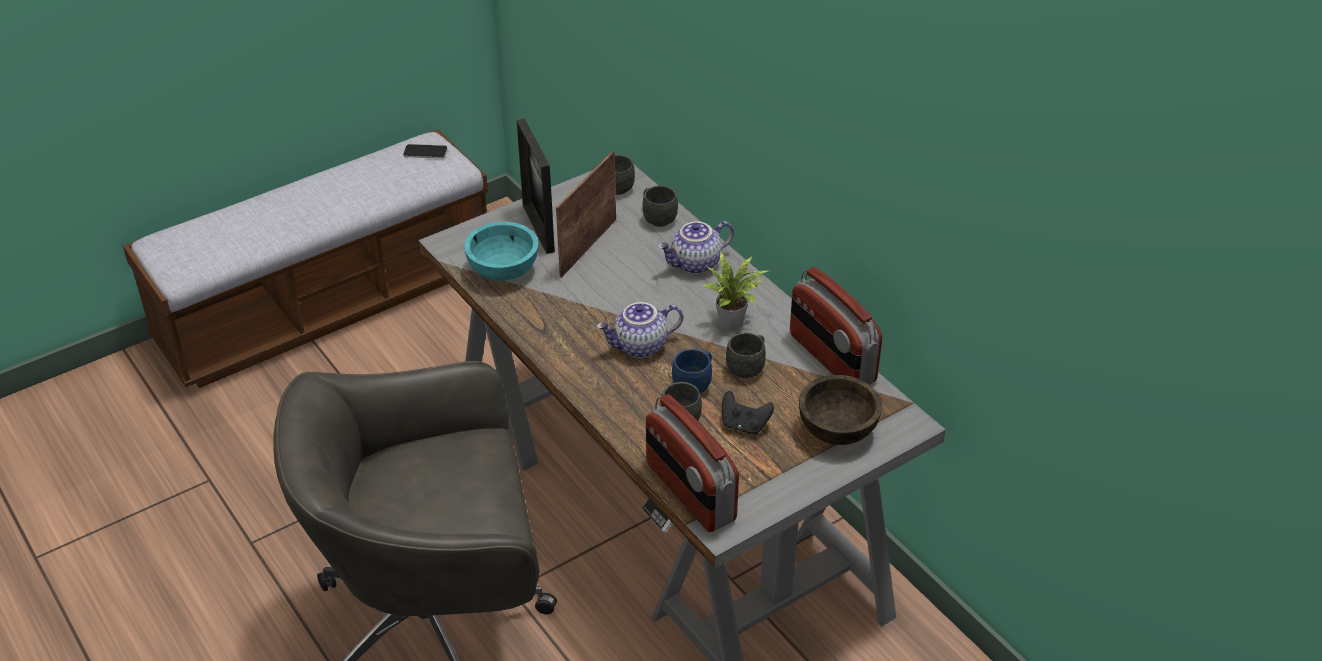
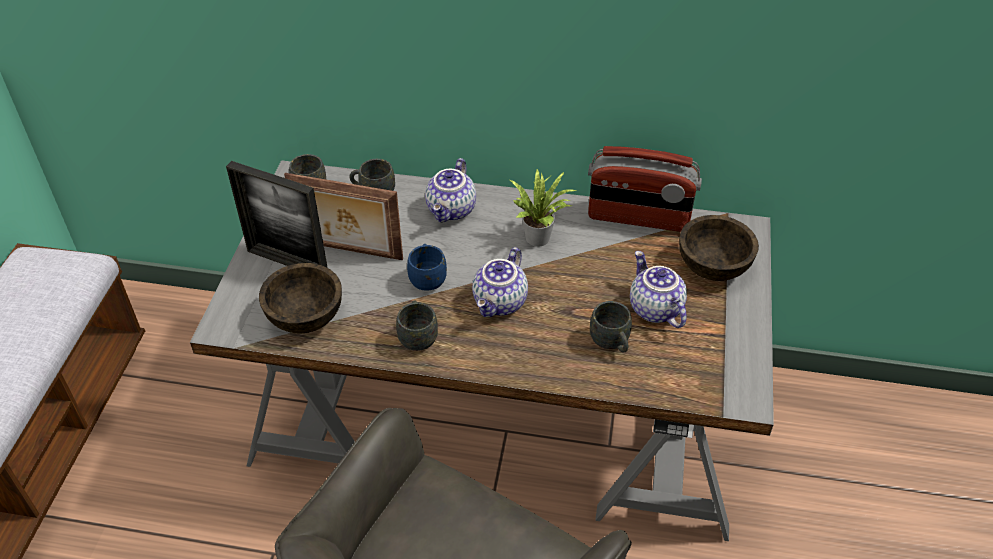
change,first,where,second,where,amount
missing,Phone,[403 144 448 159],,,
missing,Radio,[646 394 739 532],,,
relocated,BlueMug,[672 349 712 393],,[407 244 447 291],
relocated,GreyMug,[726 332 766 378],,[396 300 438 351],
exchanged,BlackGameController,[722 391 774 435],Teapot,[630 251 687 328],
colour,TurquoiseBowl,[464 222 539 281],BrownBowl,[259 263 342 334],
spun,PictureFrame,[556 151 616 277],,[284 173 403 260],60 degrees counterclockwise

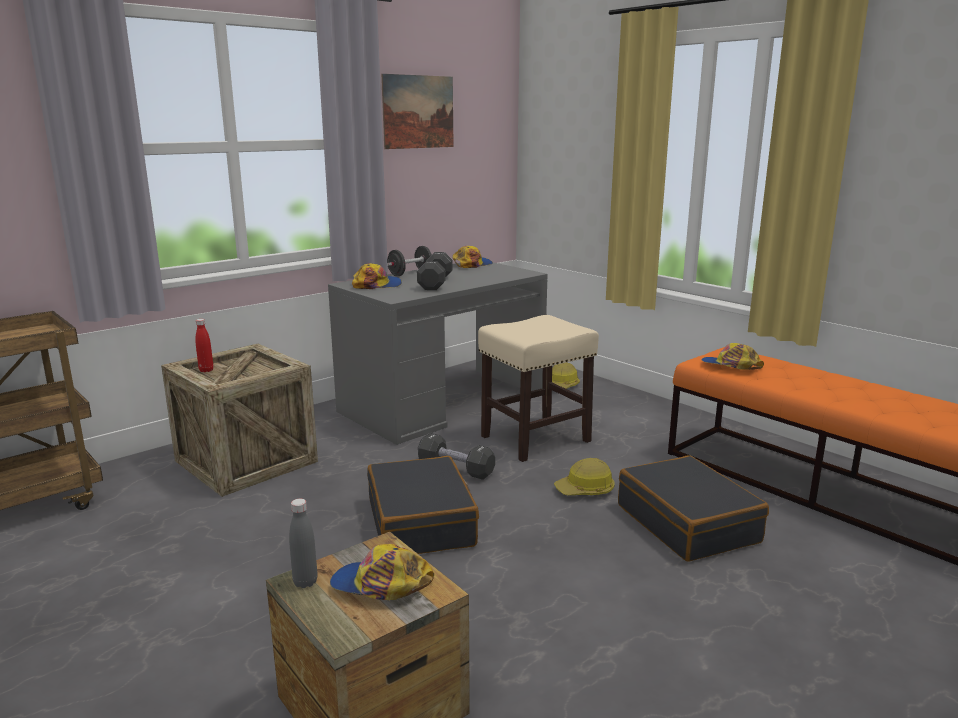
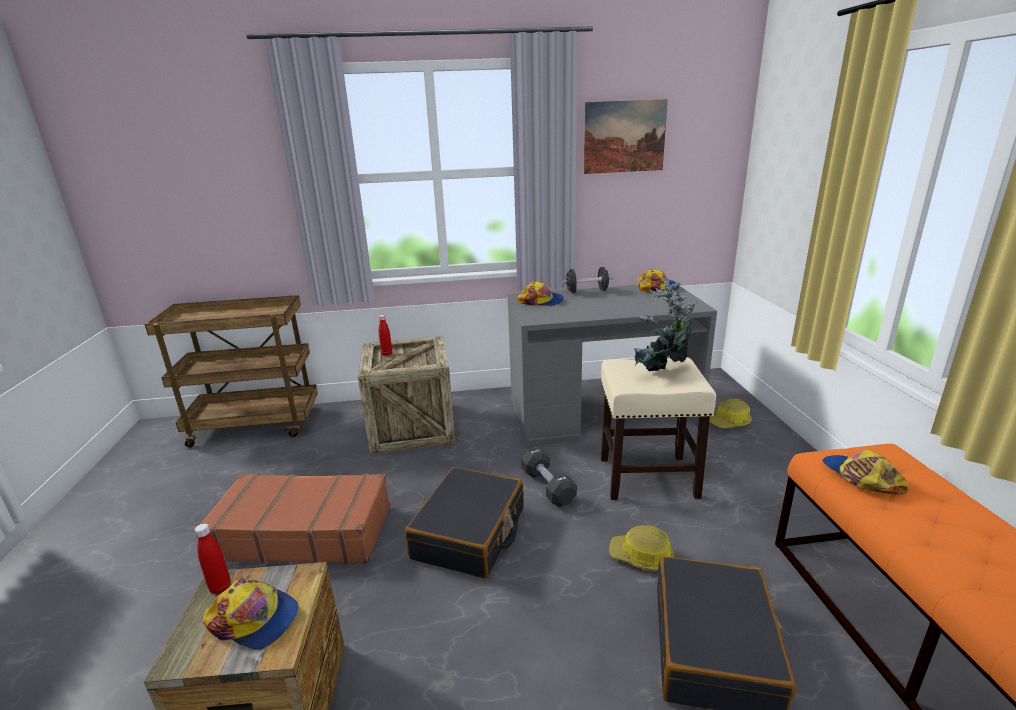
change,first,where,second,where,amount
missing,BlackDumbbell,[417 252 453 290],,,
appeared,,,BrownSuitcase,[199 474 390 564],
appeared,,,PottedPlant,[634 278 698 371],
colour,GreyBottle,[289 499 318 588],RedBottle,[195 523 231 595],
spun,Cap,[330 544 434 600],,[203 580 299 650],150 degrees clockwise

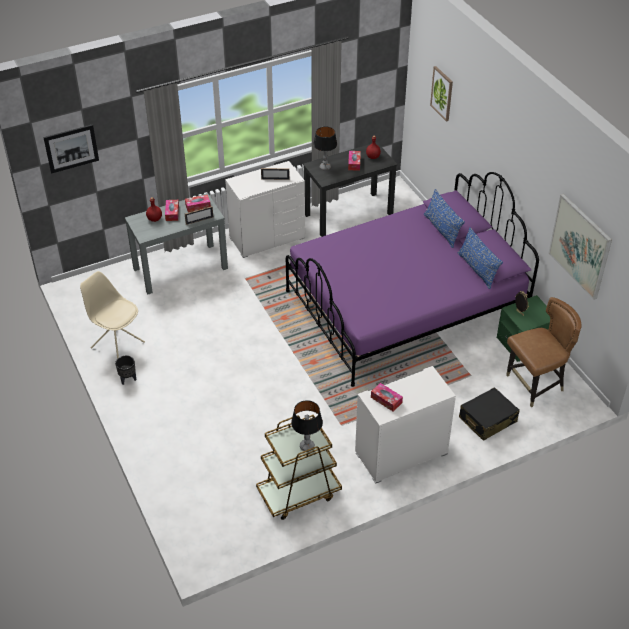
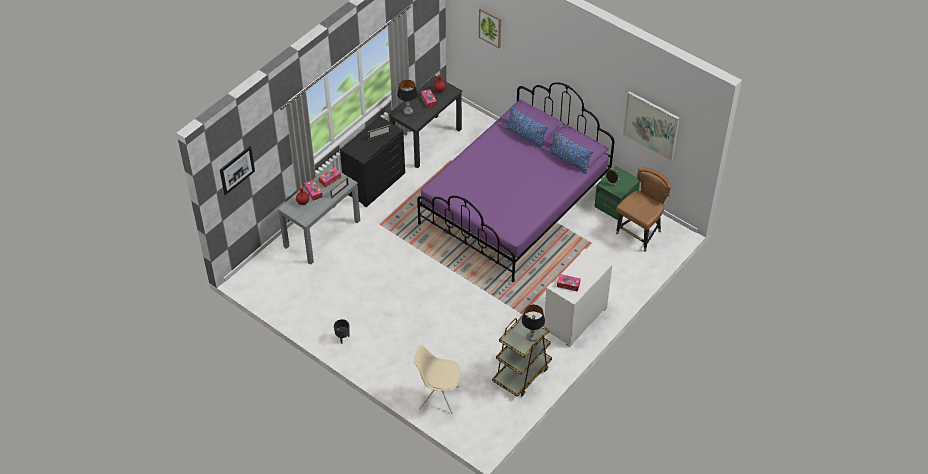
change,first,where,second,where,amount
missing,BlackSuitcase,[459 387 520 441],,,
relocated,BeigeChair,[80 271 145 359],,[414 345 460 414],
colour,WhiteDresser,[225 161 305 258],BlackDresser,[340 116 405 207],

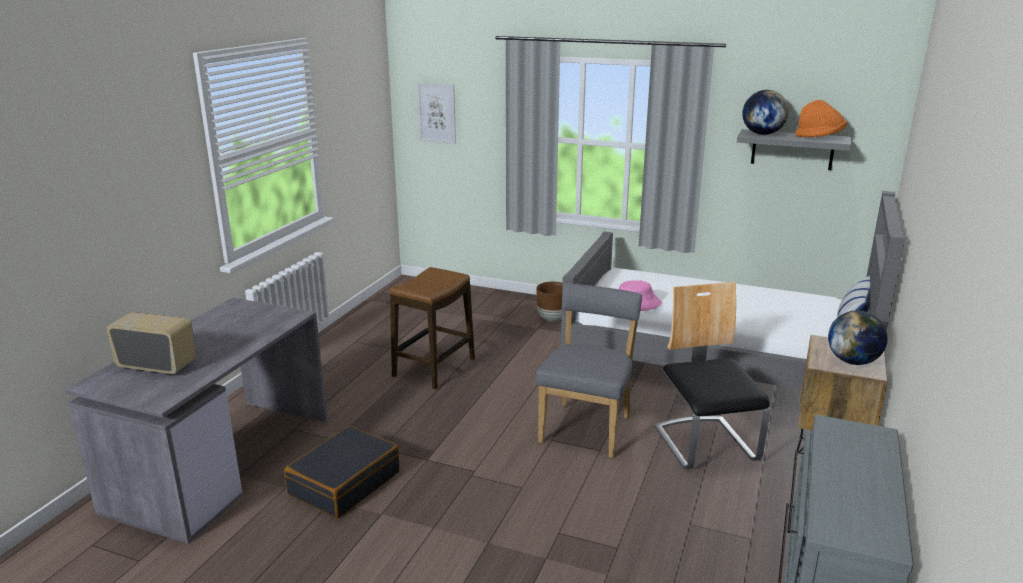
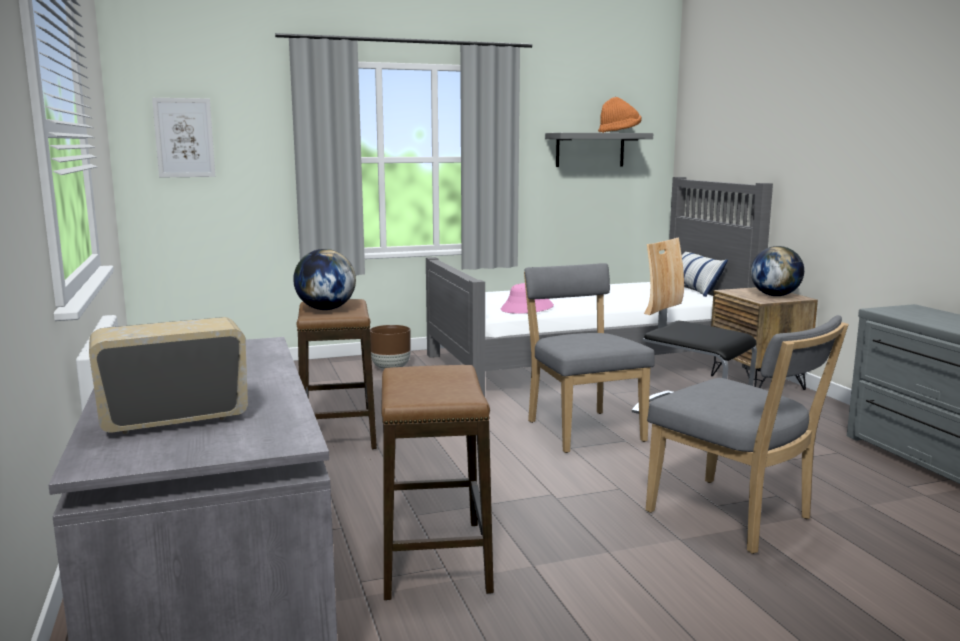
change,first,where,second,where,amount
appeared,,,GreyChair,[646 315 849 554],
relocated,Globe,[743 90 789 135],,[293 249 356 310],
exchanged,BlackSuitcase,[284 426 400 519],Stool,[381 365 494 600],

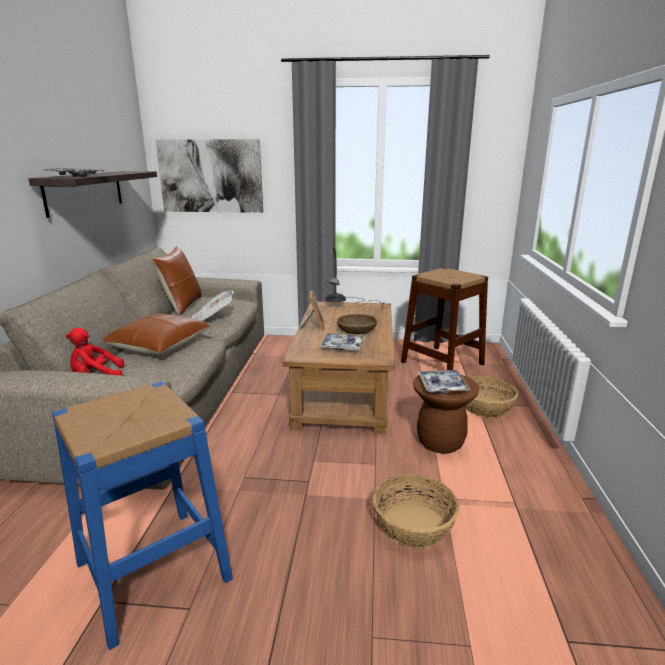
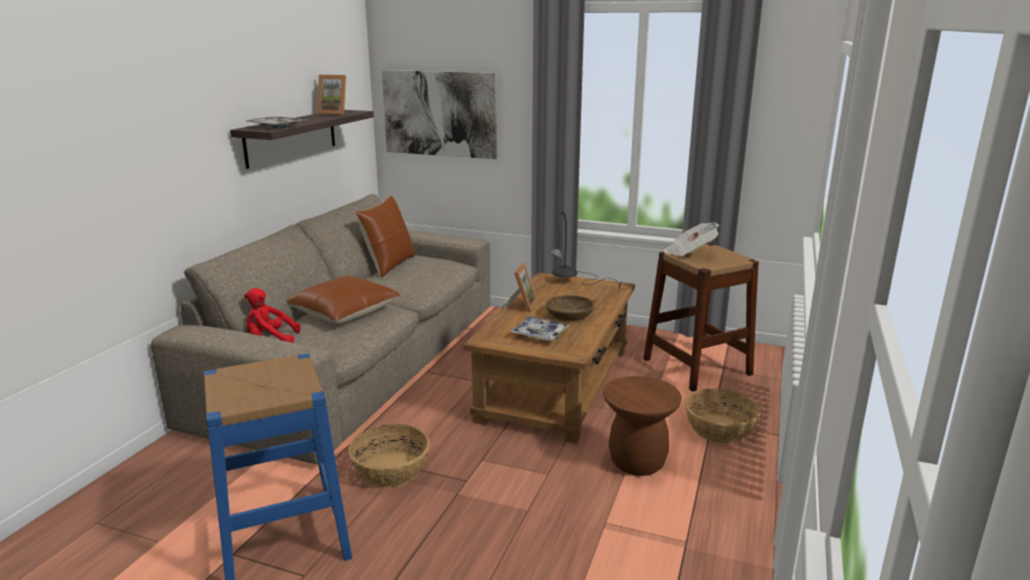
change,first,where,second,where,amount
missing,Tray,[418 370 471 394],,,
appeared,,,PictureFrame,[317 75 346 115],
relocated,Newspaper,[191 291 234 321],,[663 222 719 257],
relocated,Basket,[373 474 459 548],,[348 424 430 488],

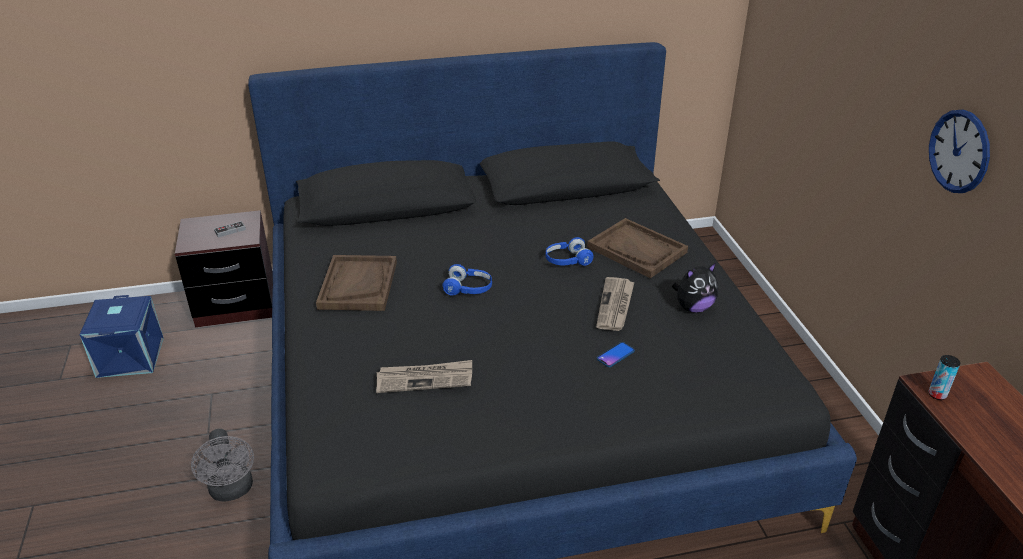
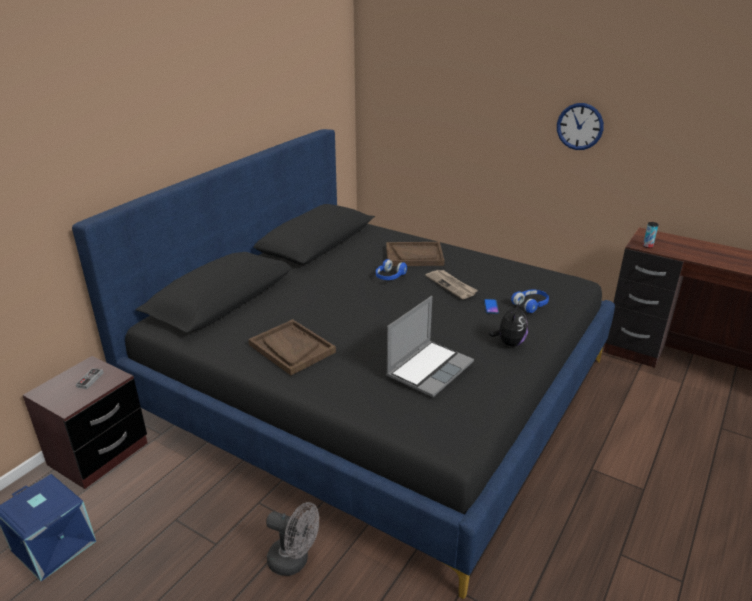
change,first,where,second,where,amount
relocated,BlueHeadphones,[442 264 492 296],,[511 289 549 313],
relocated,PlushToy,[672 263 718 312],,[488 302 528 346],
exchanged,Newspaper,[376 360 472 393],Laptop,[386 296 474 397],

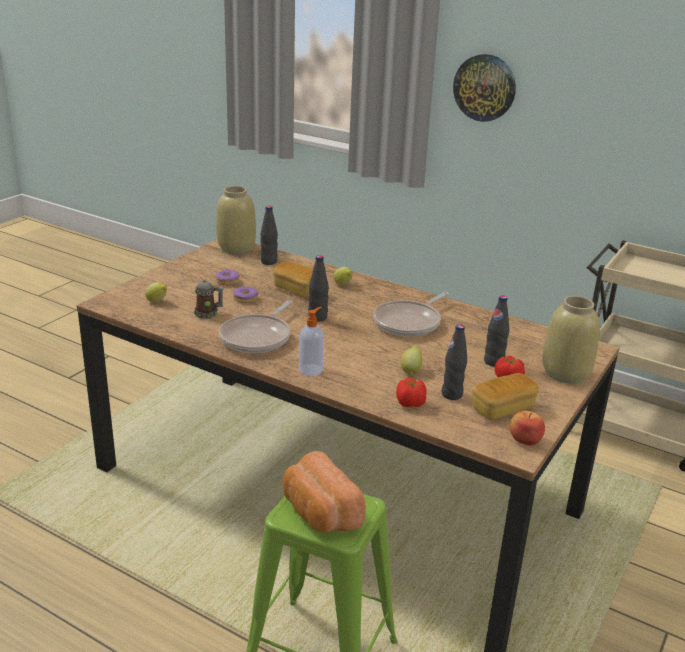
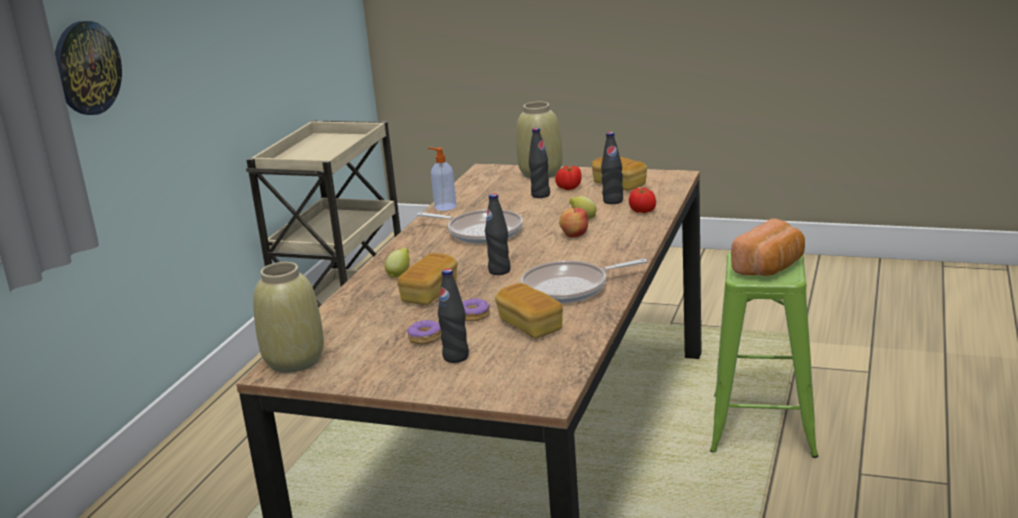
change,first,where,second,where,amount
missing,Lemon,[145 282 167 303],,,
relocated,BlackBottle,[260 206 278 265],,[438 269 469 363],
relocated,SoapDispenser,[299 307 324 376],,[427 147 457 211],
relocated,Apple,[510 411 545 446],,[559 206 588 238],
exchanged,Mug,[194 280 223 319],Bread,[495 283 563 338],
spun,FryingPan,[219 300 293 353],,[521 259 647 303],150 degrees clockwise

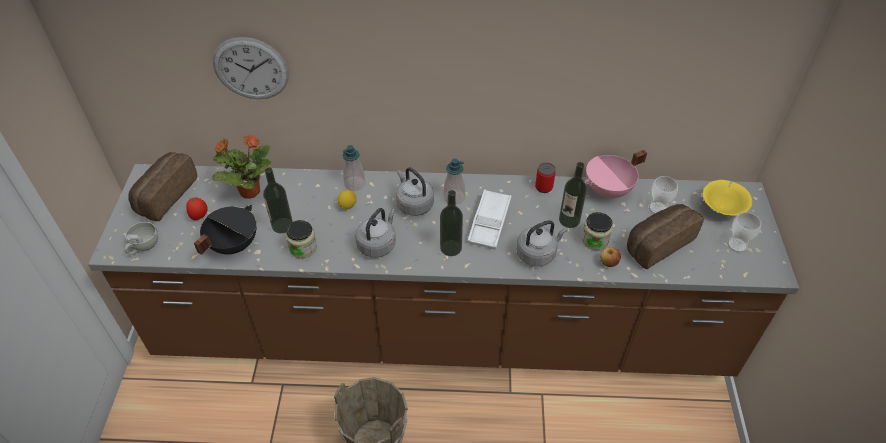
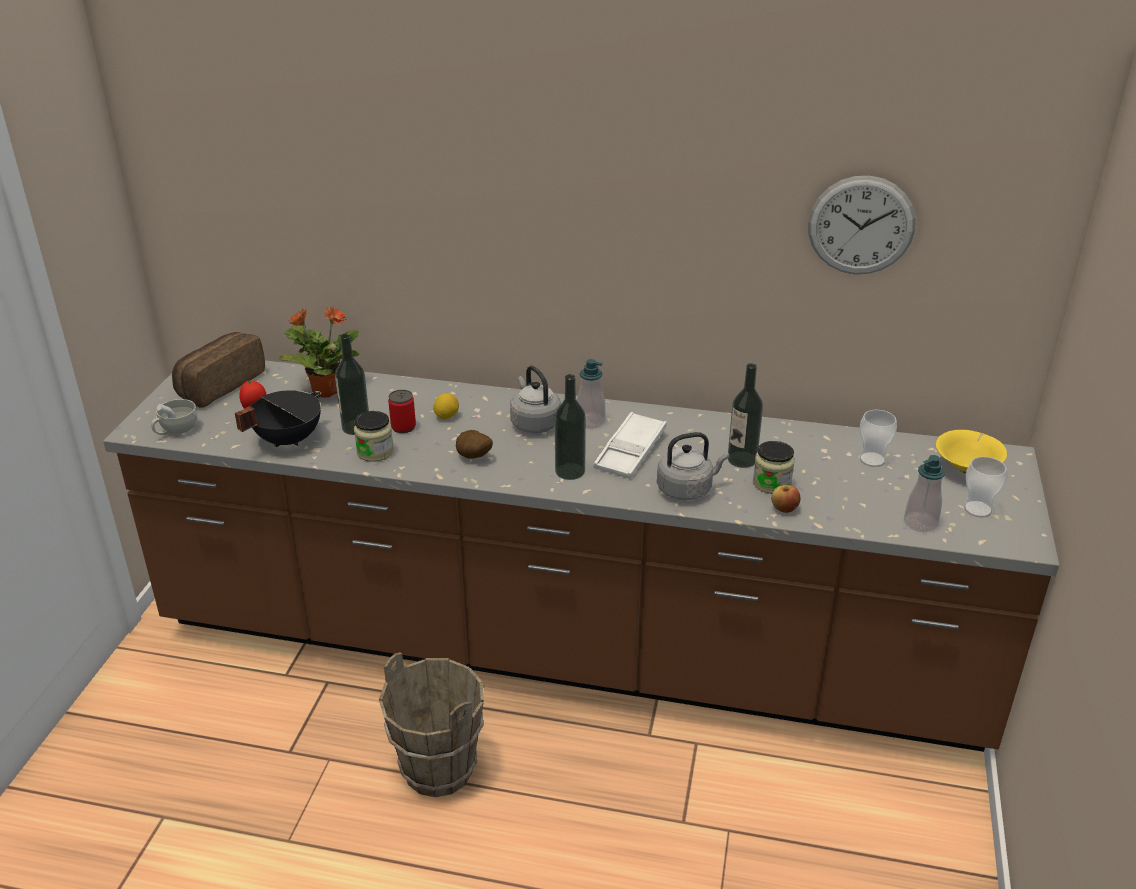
change,first,where,second,where,amount
missing,PinkCookingPot,[585 150 647 199],,,
missing,Bread,[627 204 704 269],,,
relocated,WallClock,[213 37 289 99],,[808 176 916 274],
relocated,SoapDispenser,[343 145 365 191],,[904 455 945 532],
relocated,Can,[535 163 556 193],,[388 390 416 433],
exchanged,GreyKettle,[355 208 396 257],Potato,[456 430 493 459],

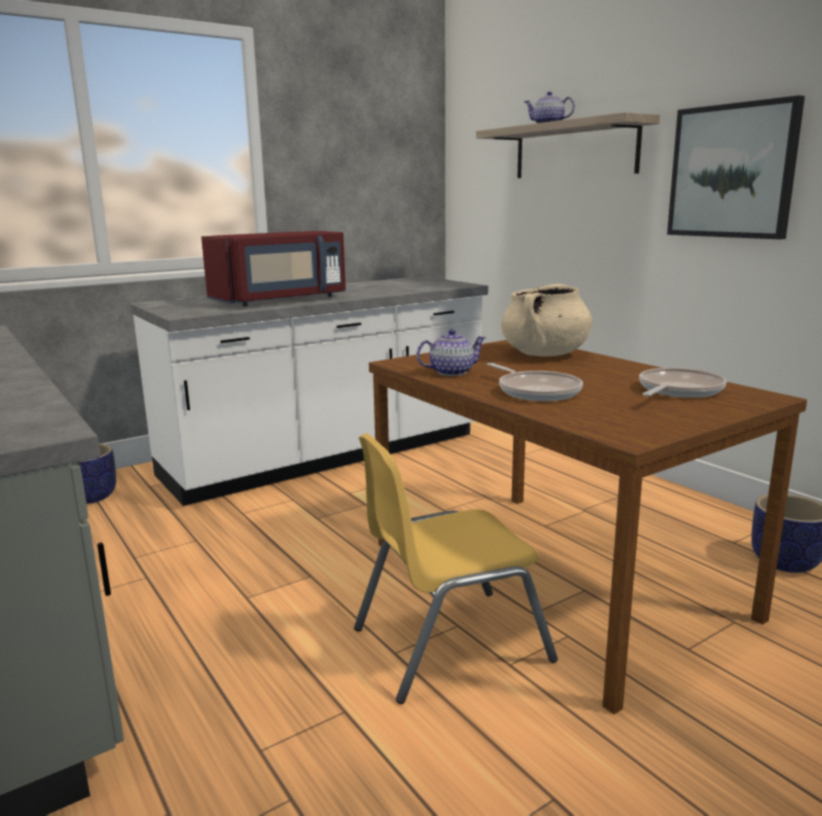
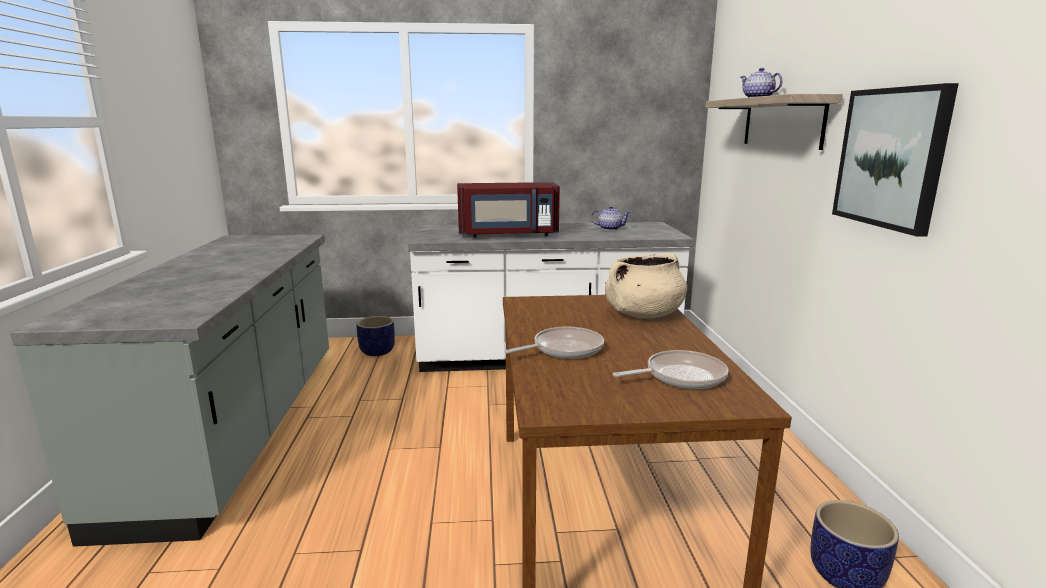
change,first,where,second,where,amount
missing,YellowChair,[354 433 558 704],,,
relocated,Teapot,[417 329 486 376],,[591 206 631 230],
spun,FryingPan,[487 363 583 401],,[504 327 604 359],120 degrees counterclockwise

